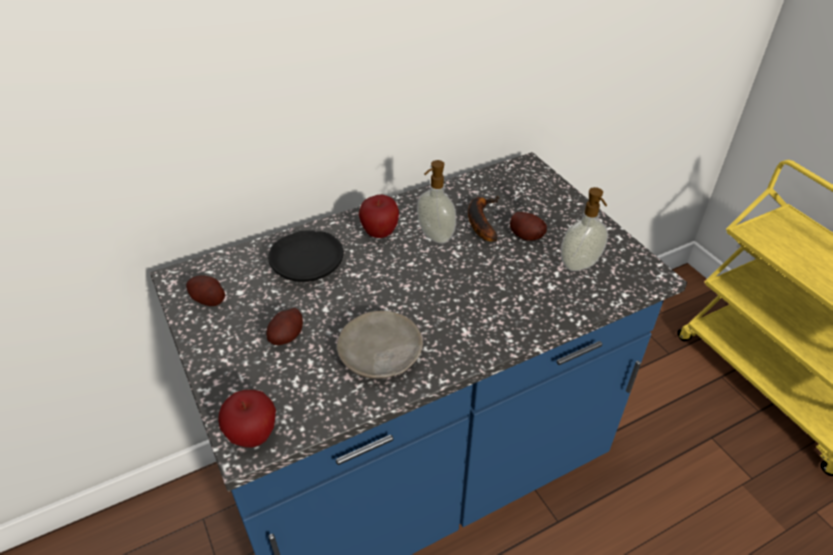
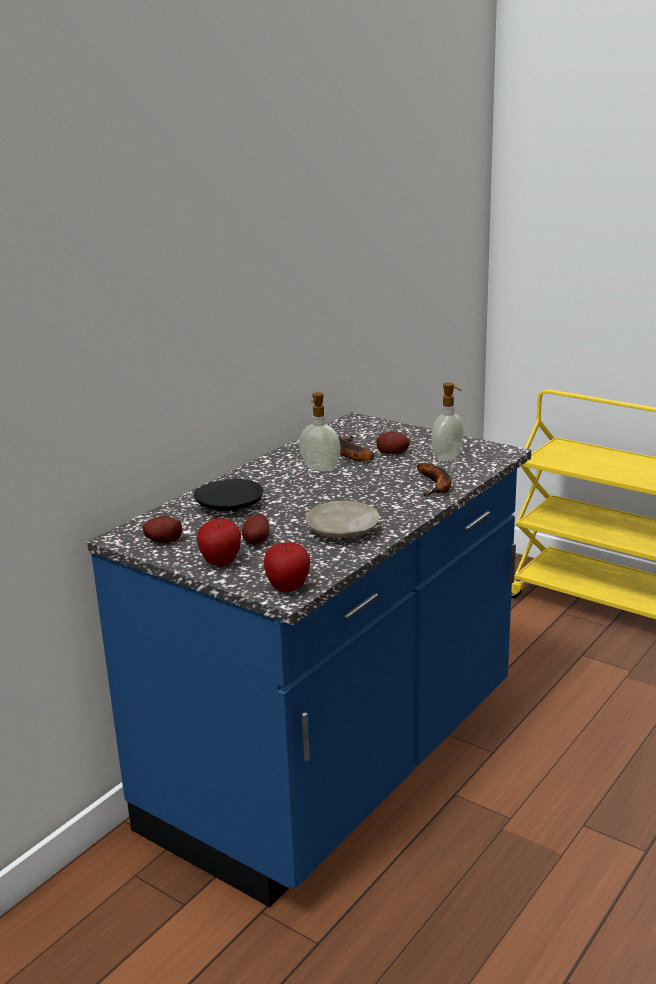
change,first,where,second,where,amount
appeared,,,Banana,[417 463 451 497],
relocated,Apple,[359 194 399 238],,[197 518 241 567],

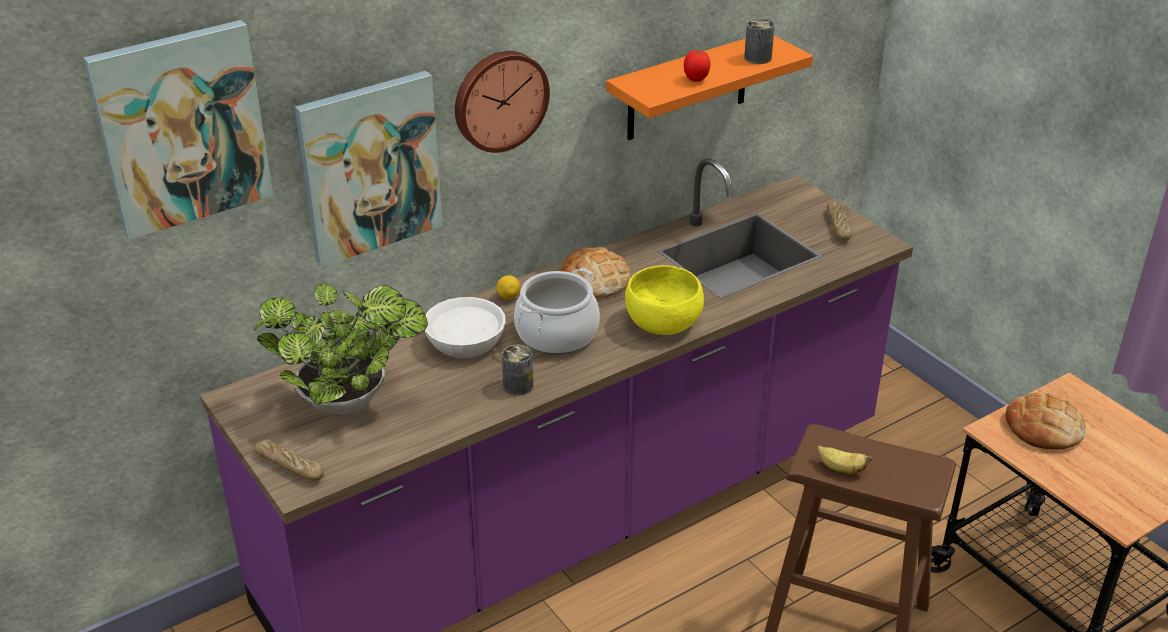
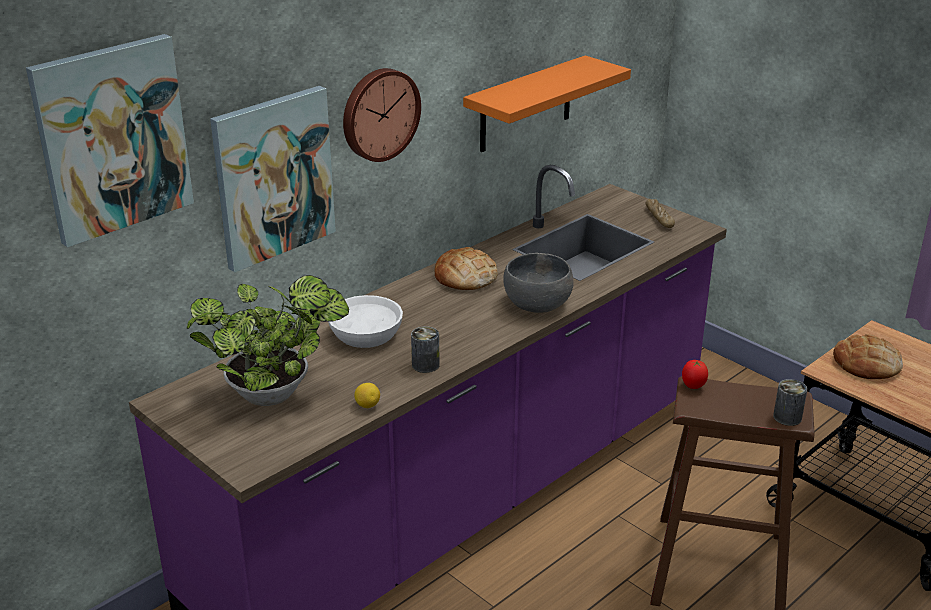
change,first,where,second,where,amount
missing,Bread,[254 439 324 481],,,
missing,CookingPot,[514 268 600 354],,,
missing,Banana,[817 446 872 473],,,
relocated,Lemon,[496 276 521 300],,[354 383 380 408],
relocated,Tomato,[684 50 711 82],,[682 360 708 389],
relocated,Can,[744 18 775 64],,[773 379 807 426],
colour,YellowBowl,[625 265 704 335],GreyBowl,[503 253 574 313],

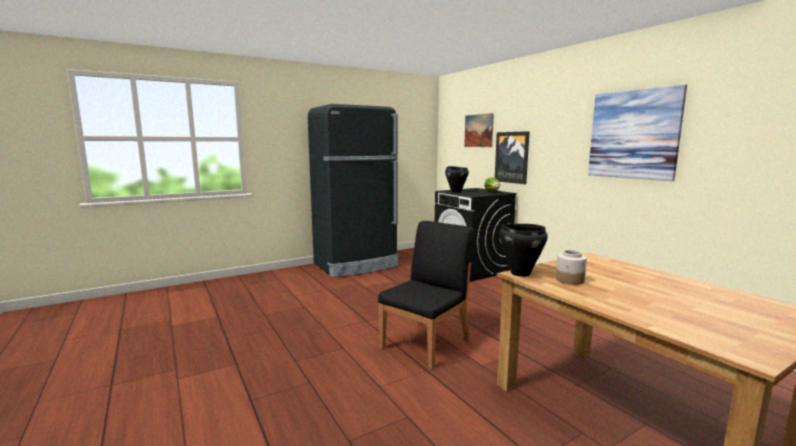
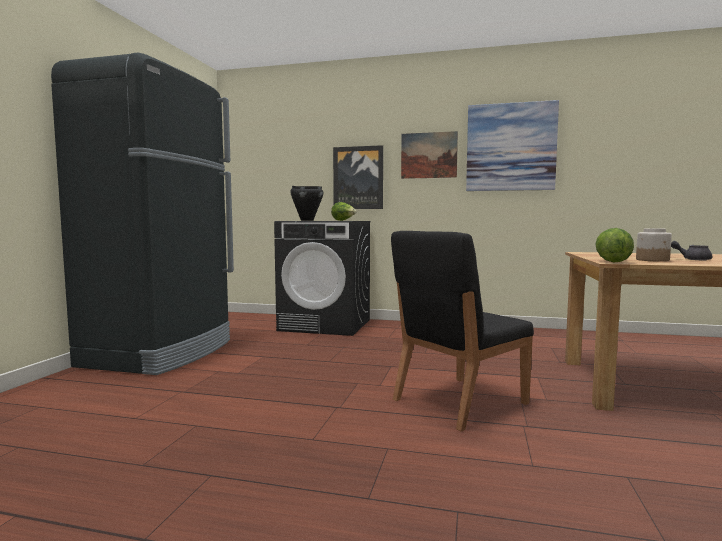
change,first,where,second,where,amount
appeared,,,GreyTeapot,[671 241 712 260],
relocated,Picture,[464 113 494 147],,[401 131 458 179],
exchanged,BlackCookingPot,[499 224 548 277],Lettuce,[595 228 634 262],
spun,BlackChair,[378 221 475 369],,[391 231 534 431],120 degrees counterclockwise

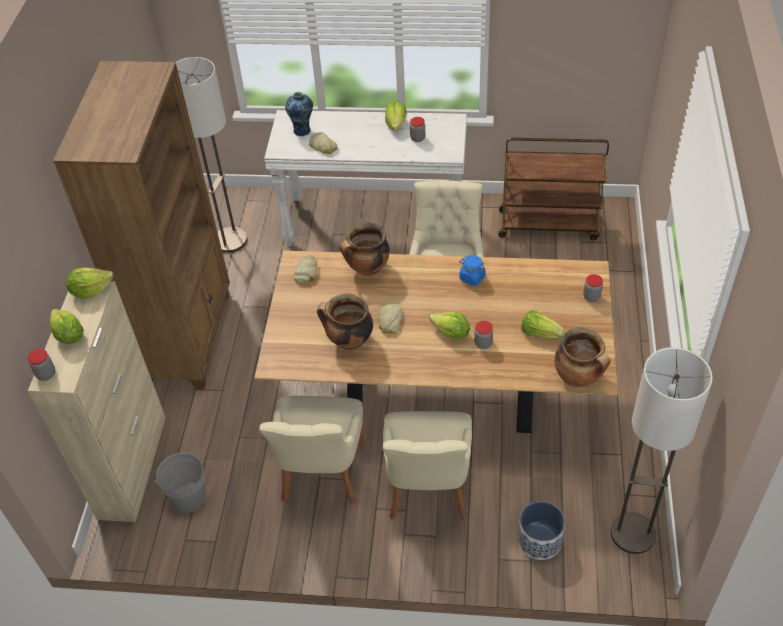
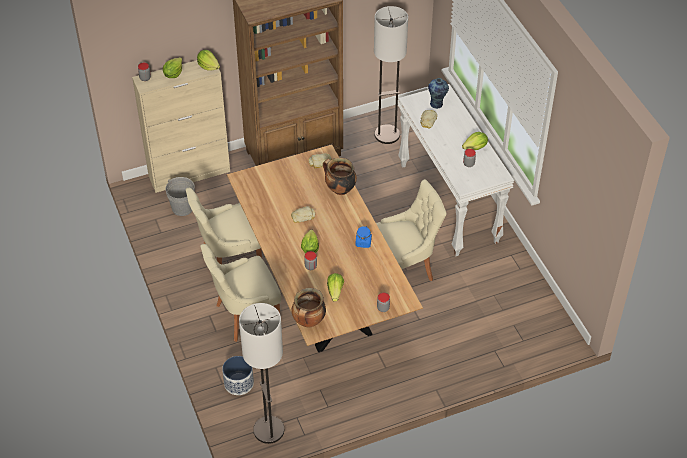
change,first,where,second,where,amount
missing,CookingPot,[317 294 373 350],,,
missing,BrownCart,[498 138 609 240],,,

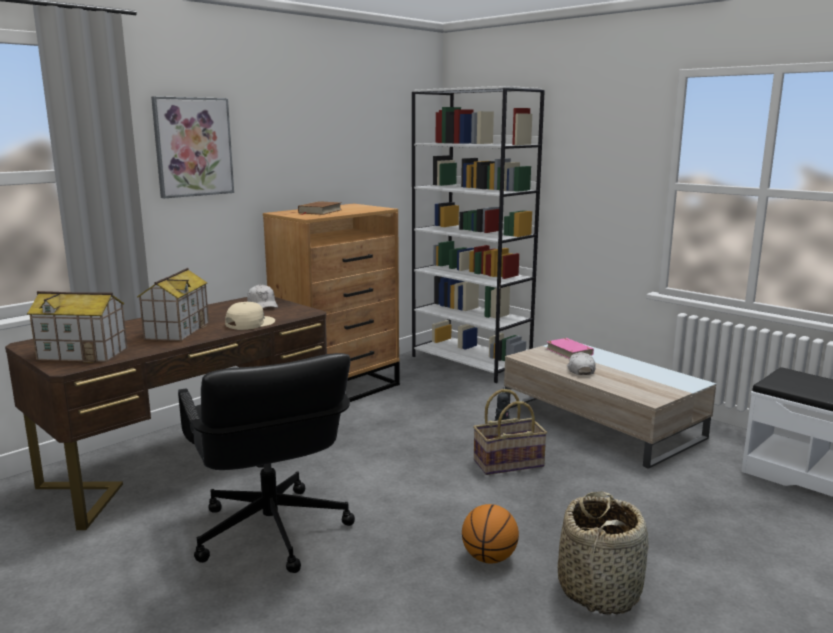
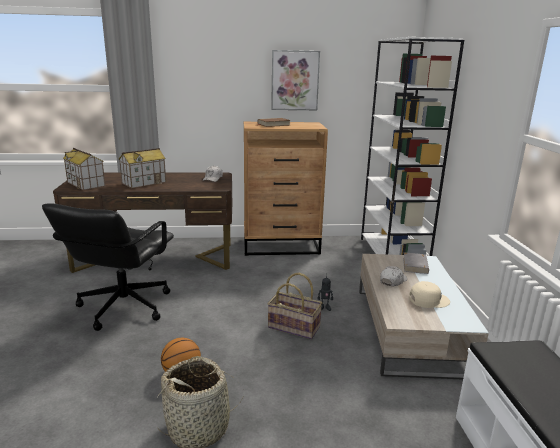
change,first,where,second,where,amount
relocated,Picture,[151 96 234 198],,[271 50 320 110],
relocated,BeigeCap,[225 302 275 330],,[409 281 450 308],
colour,PinkBook,[546 338 594 359],GreyBook,[403 252 429 274],

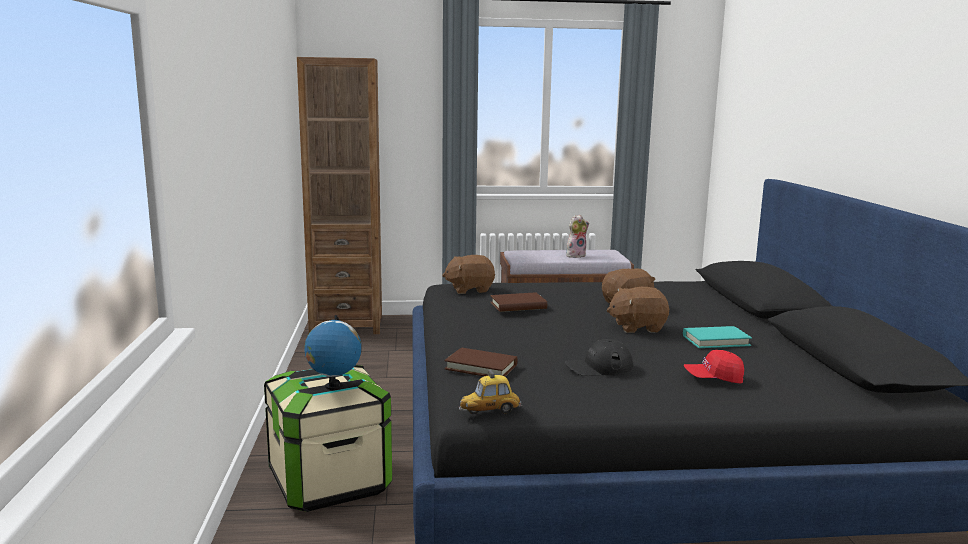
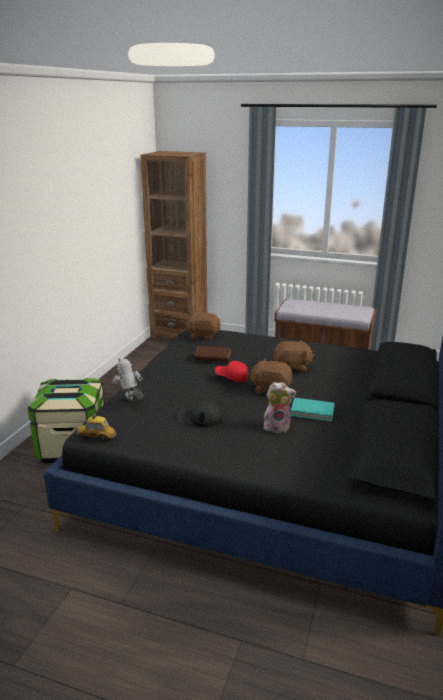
change,first,where,second,where,amount
missing,Globe,[305 315 362 390],,,
relocated,PlushToy,[566 215 589 258],,[264 382 296 433],
relocated,RedCap,[684 350 744 383],,[215 361 248 382],
exchanged,BrownBook,[444 348 518 376],ToyRobot,[113 356 144 401],

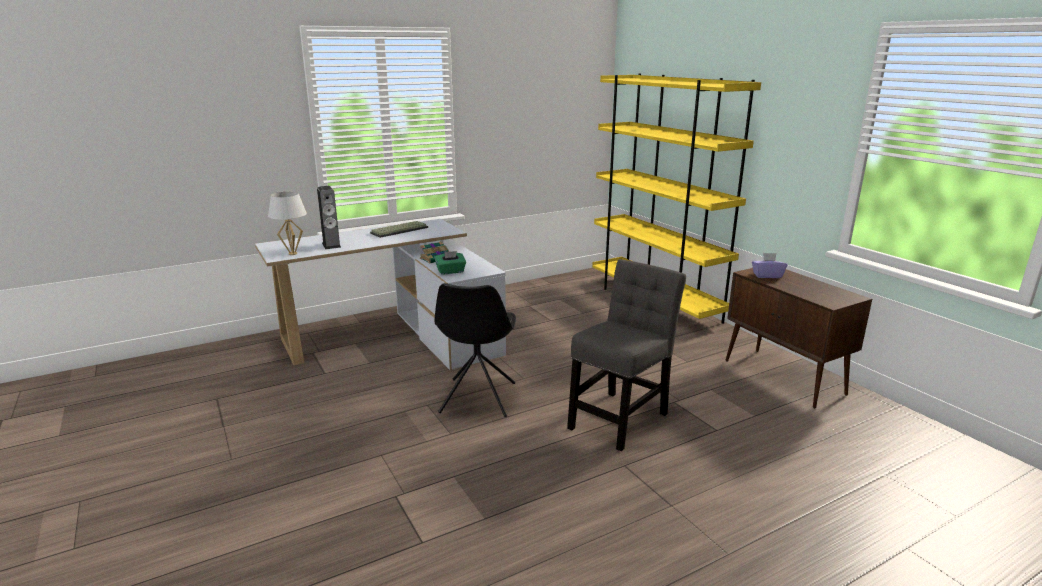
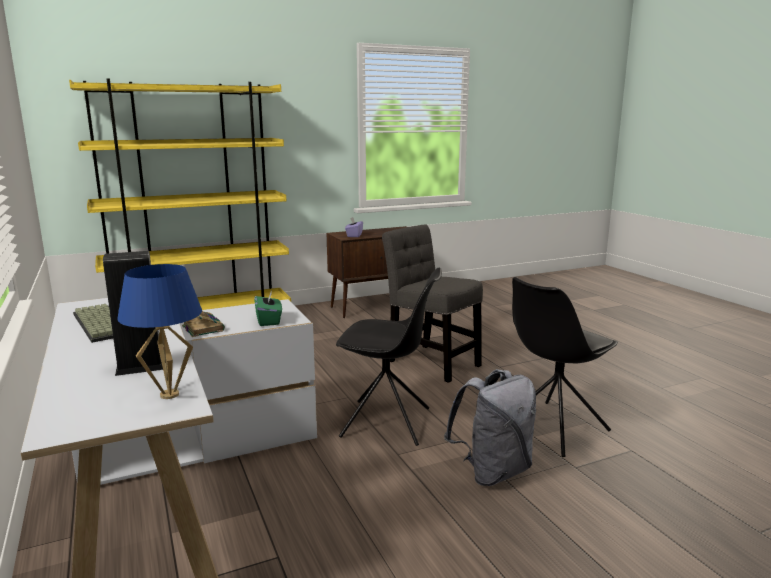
change,first,where,second,where,amount
appeared,,,GreyBackpack,[444 369 536 486],
appeared,,,BlackChair,[512 277 618 457],
colour,WhiteTableLamp,[268 192 307 255],BlueTableLamp,[117 264 202 399],

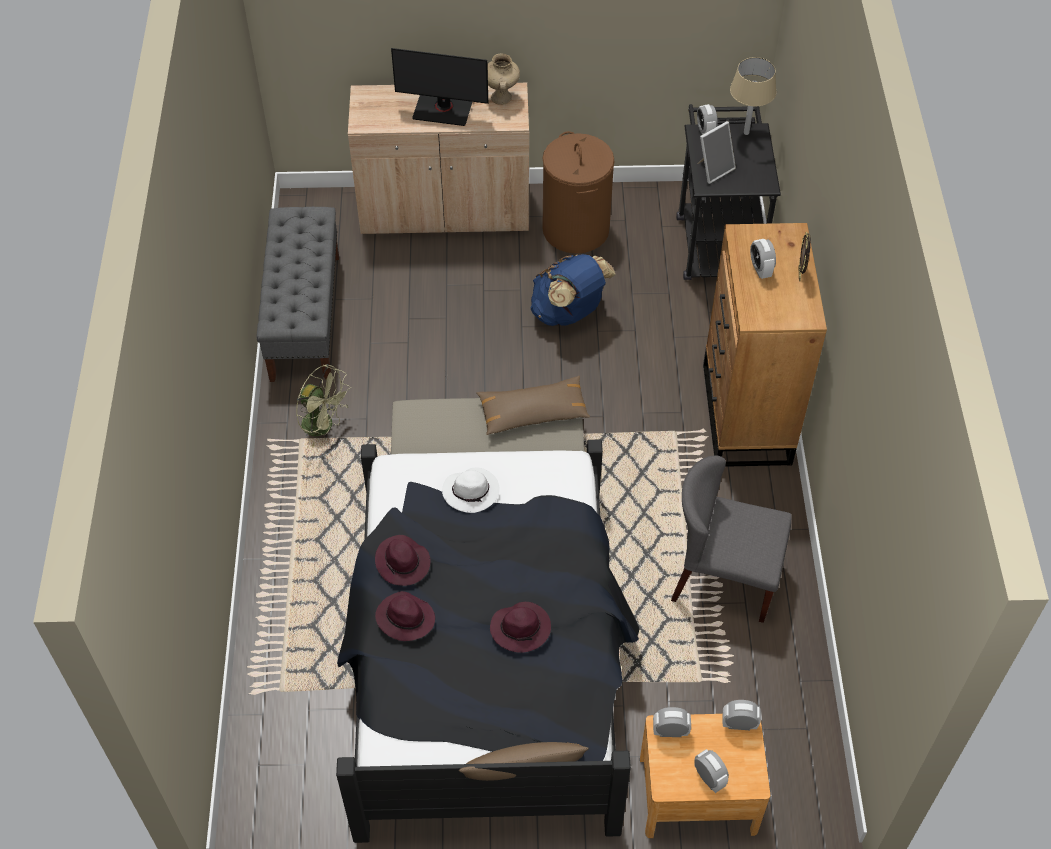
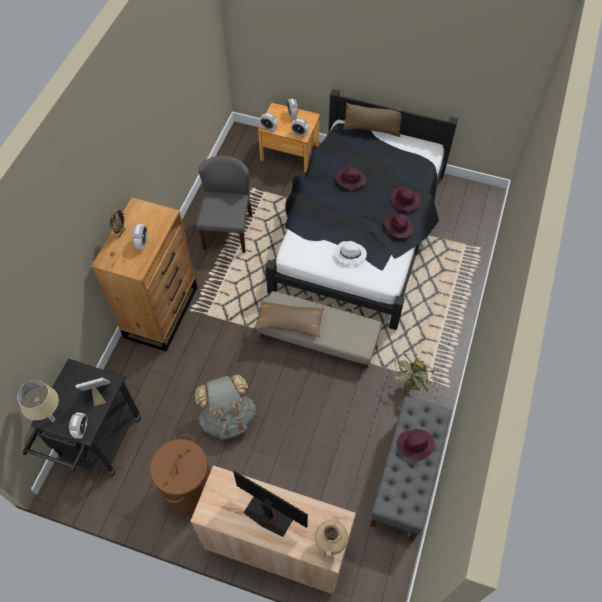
change,first,where,second,where,amount
appeared,,,PurpleHat,[397 429 435 460],
relocated,BeigeVase,[487 53 520 105],,[315 517 348 558],
colour,BlueBackpack,[531 254 616 326],GreyBackpack,[195 374 256 440],
spun,GreenFan,[296 364 351 448],,[391 354 436 393],105 degrees counterclockwise
spun,GreyChair,[671 455 792 623],,[196 155 252 253],120 degrees counterclockwise

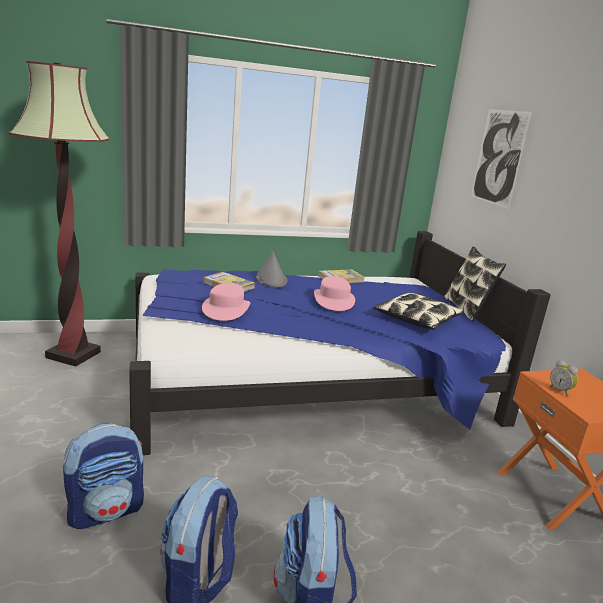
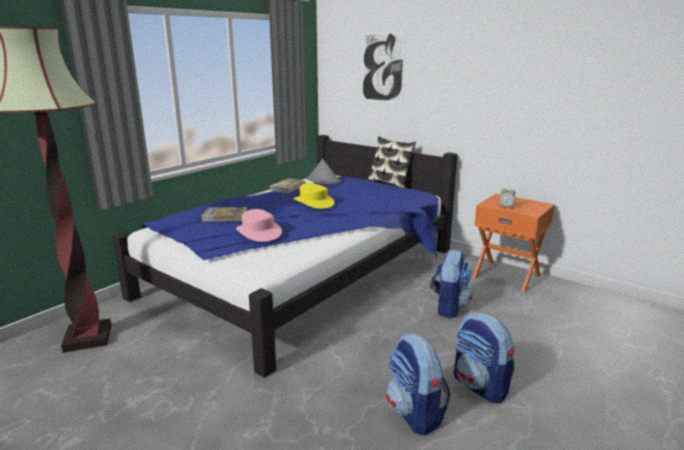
change,first,where,second,where,amount
missing,Pillow,[373 293 463 330],,,
relocated,Backpack,[63 423 144 529],,[430 249 473 318],
relocated,GreyHat,[256 251 287 287],,[307 159 341 184],
colour,PinkHat,[314 276 355 311],YellowHat,[293 183 335 209],

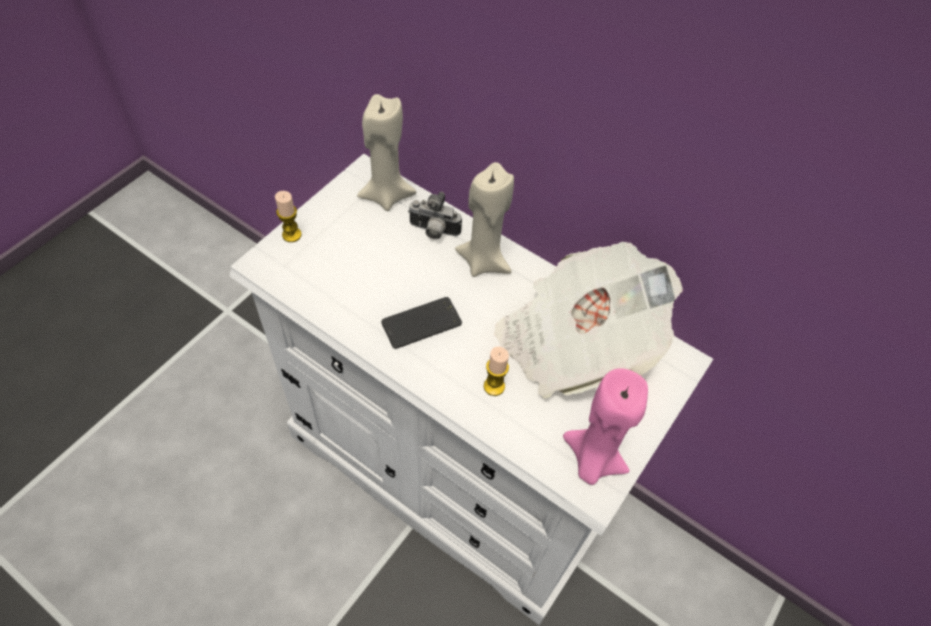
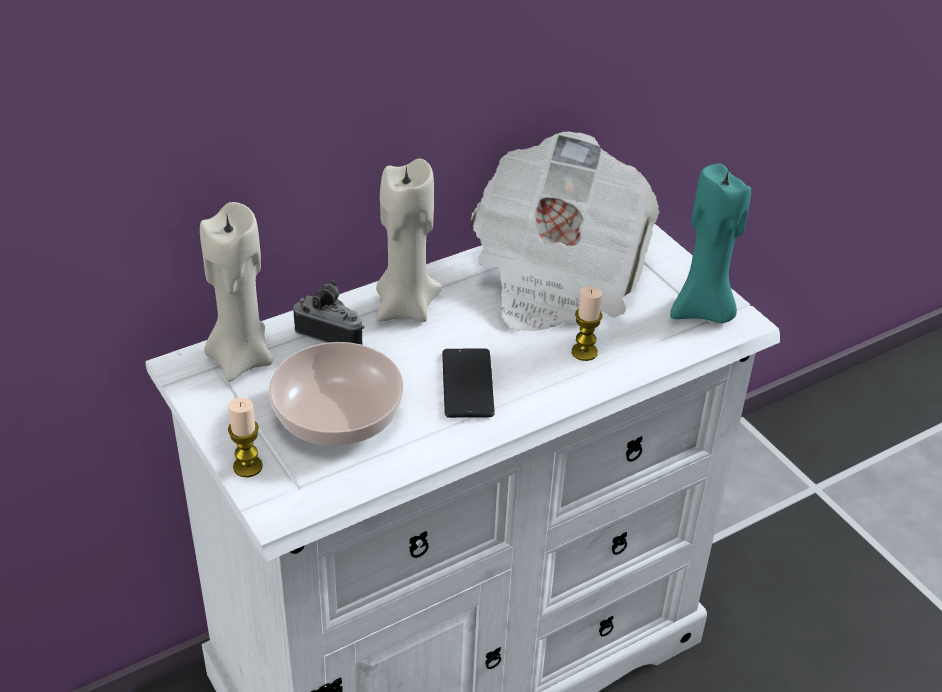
change,first,where,second,where,amount
appeared,,,Bowl,[269 342 404 446],
colour,PinkCandle,[563 368 648 485],TurquoiseCandle,[670 164 751 324],
spun,PhotoCamera,[408 192 462 239],,[293 280 364 345],105 degrees counterclockwise

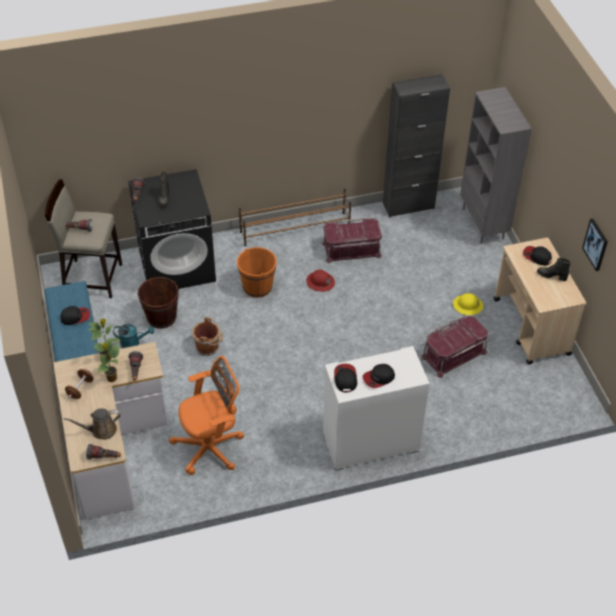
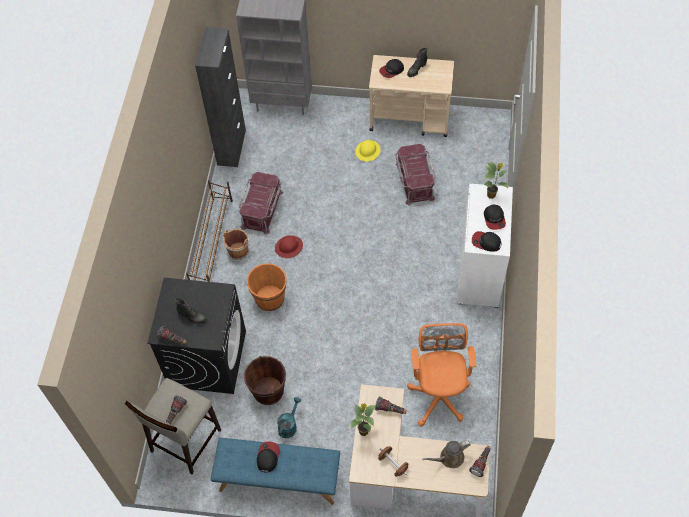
change,first,where,second,where,amount
missing,Picture,[582 219 608 271],,,
relocated,PottedPlant,[94 337 119 382],,[484 162 508 199],
relocated,BrownBucket,[192 317 223 356],,[223 229 251 260],
spun,BrownWateringCan,[64 408 121 440],,[422 440 471 468],60 degrees clockwise

